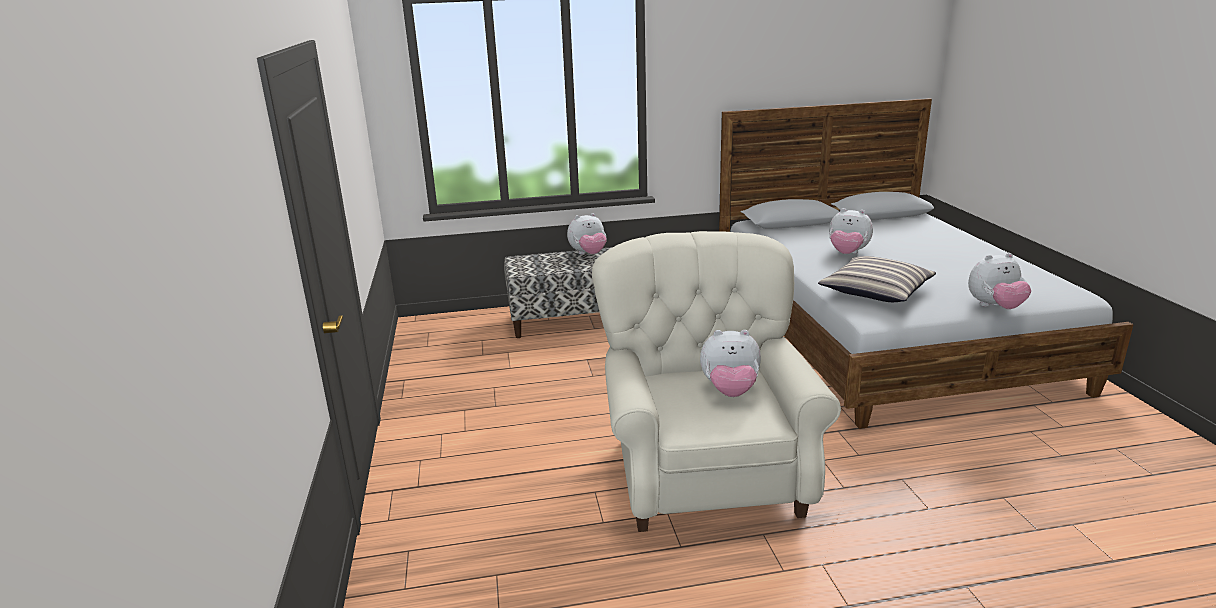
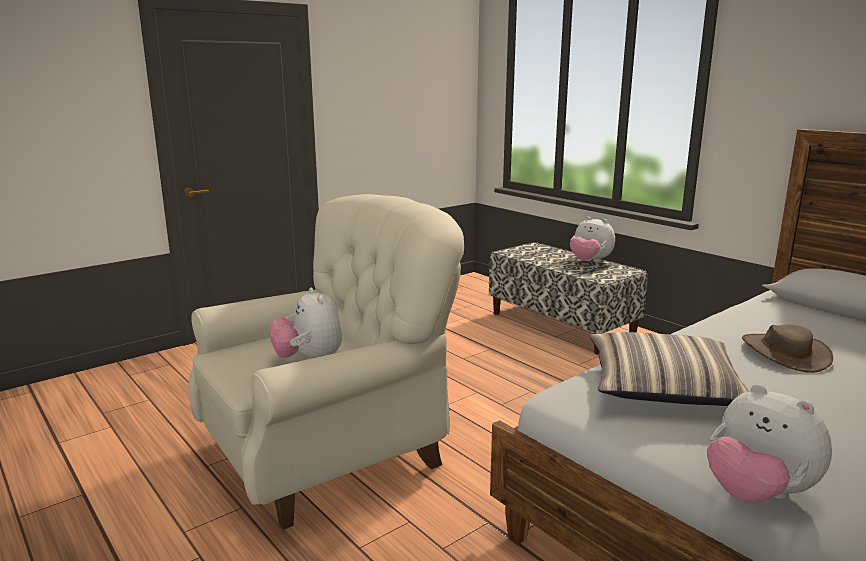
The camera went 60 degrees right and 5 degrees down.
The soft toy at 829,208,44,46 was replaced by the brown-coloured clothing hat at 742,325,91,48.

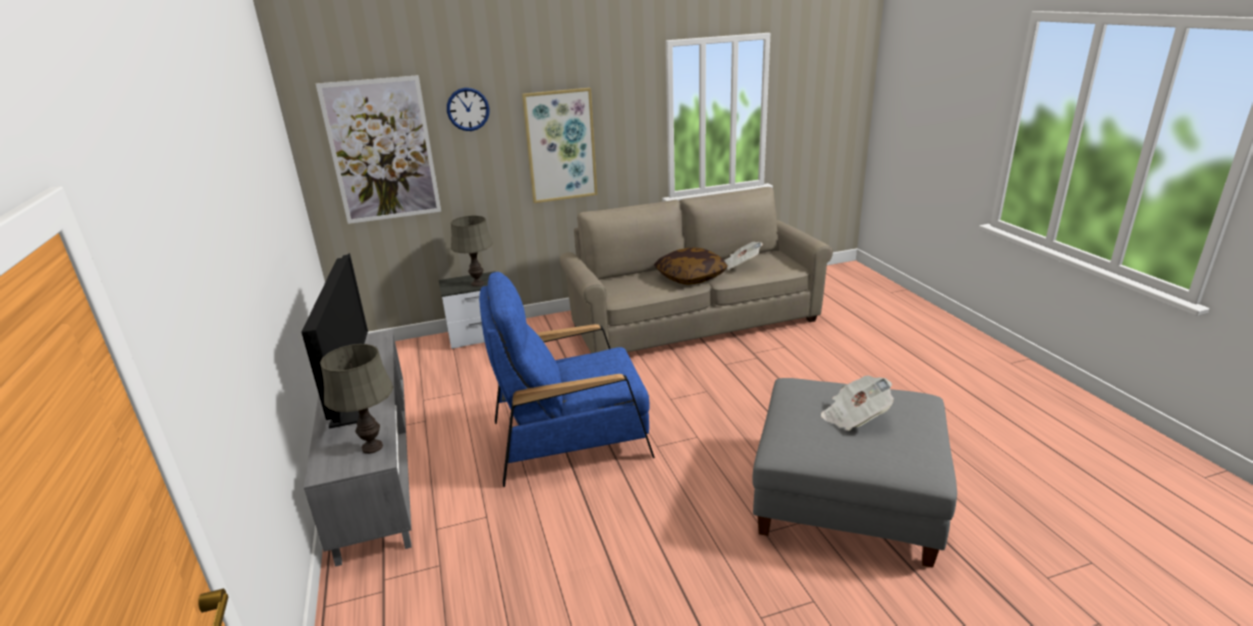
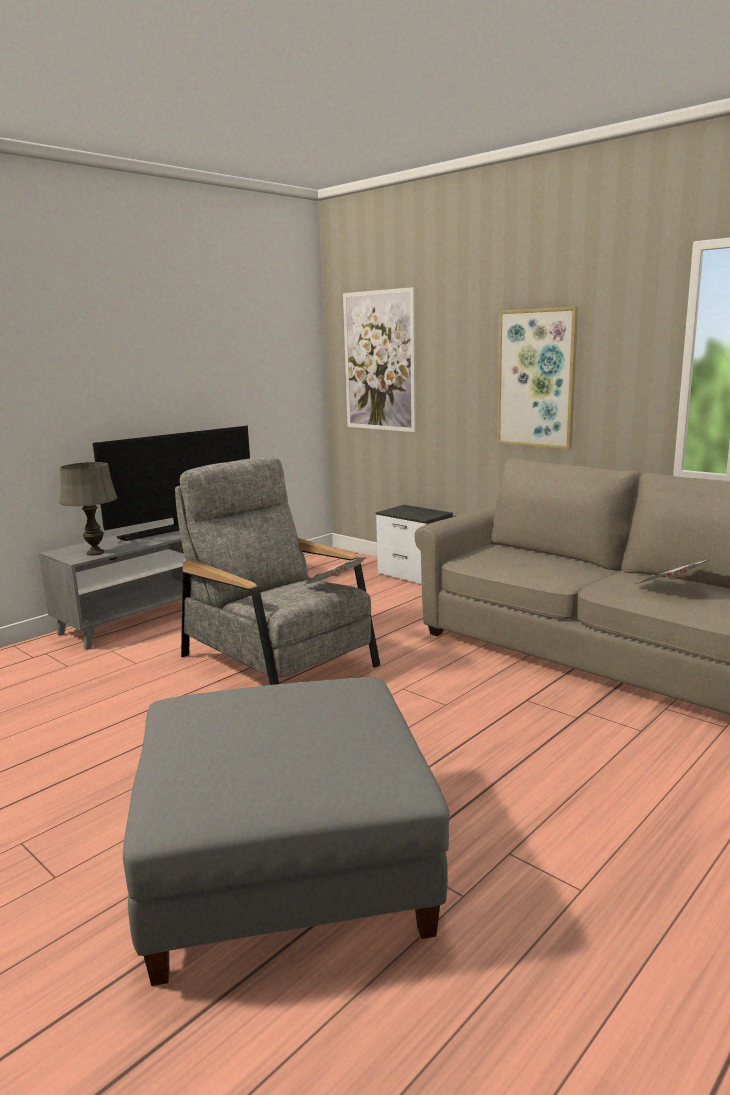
The camera went 60 degrees right and 10 degrees down.
The hanging clock at 447,88,42,43 disappeared.
The grey lamp for a table at 451,215,42,72 disappeared.
The cushion at 654,247,74,38 disappeared.
The bluish armchair at 479,272,176,215 became the grey armchair at 175,457,205,228.
The newspaper moved from 821,376,73,55 to 304,557,63,28.

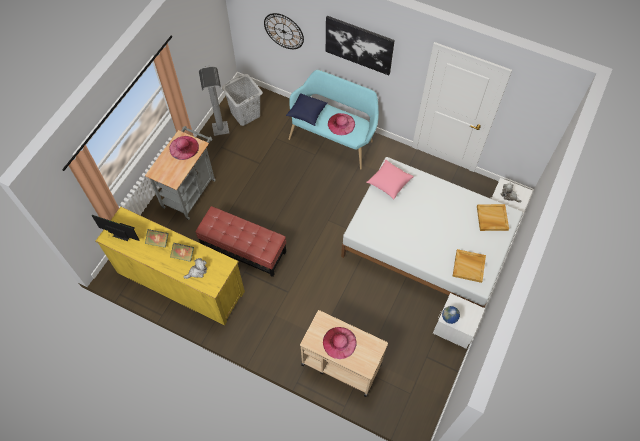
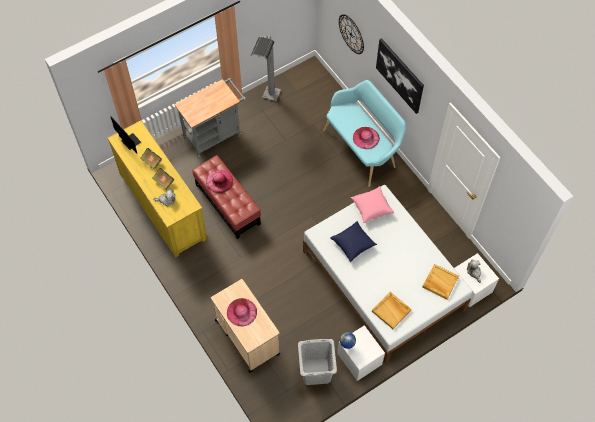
The camera went 30 degrees right and 0 degrees up.
The grey washing basket moved from 221,74,42,52 to 298,339,39,46.
The bluish cushion moved from 286,93,42,33 to 330,221,47,41.
The pink clothing hat moved from 169,136,30,24 to 206,170,27,23.

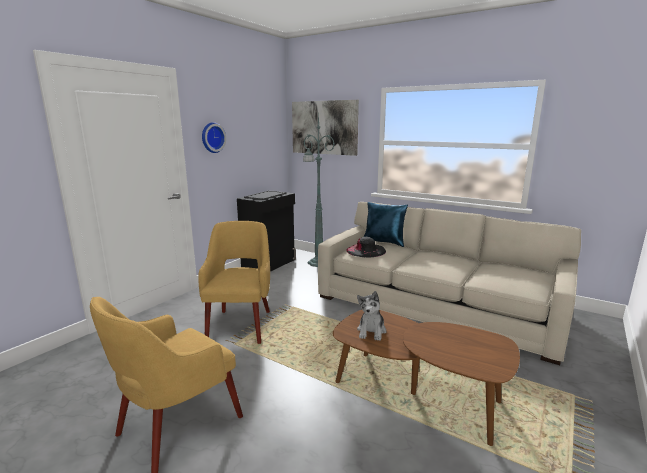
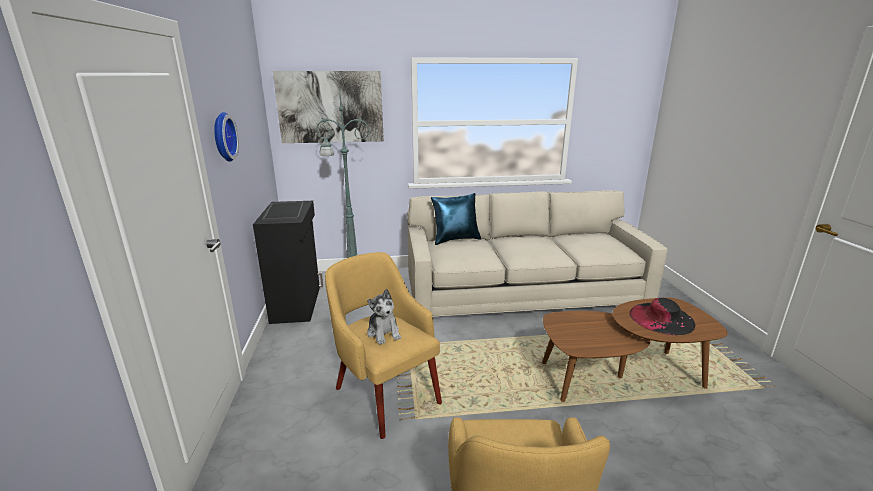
The camera went 40 degrees left and 5 degrees up.
The black-coloured clothing hat moved from 346,237,40,20 to 629,298,66,37.
The soft toy moved from 357,291,29,50 to 367,289,34,56.

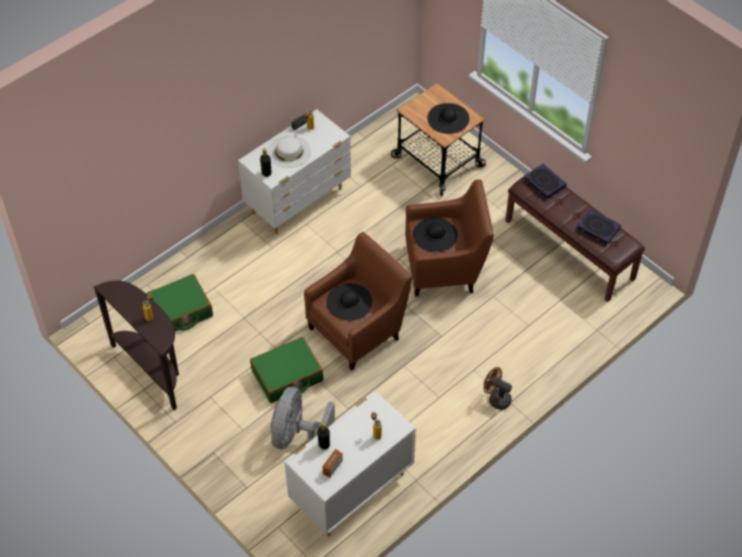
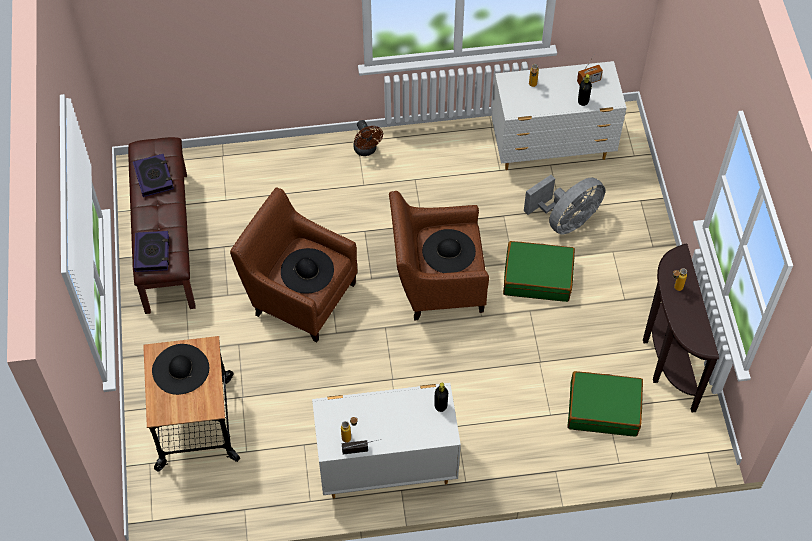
The camera went 145 degrees left and 5 degrees up.
The white-coloured clothing hat at 267,135,44,33 disappeared.

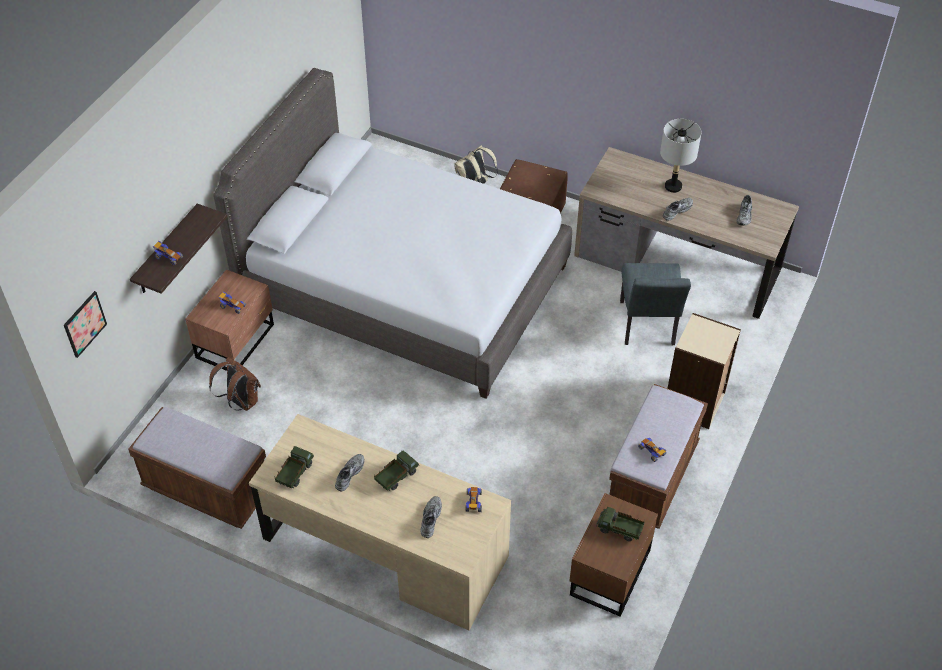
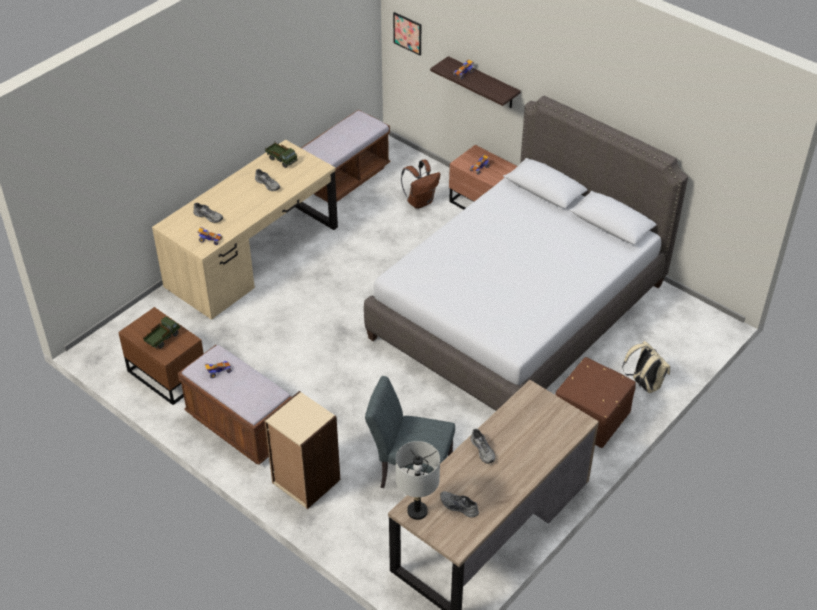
The camera went 105 degrees right and 5 degrees down.
The grey lamp for a table moved from 660,119,41,74 to 396,441,44,79.
The model truck at 374,451,45,40 disappeared.

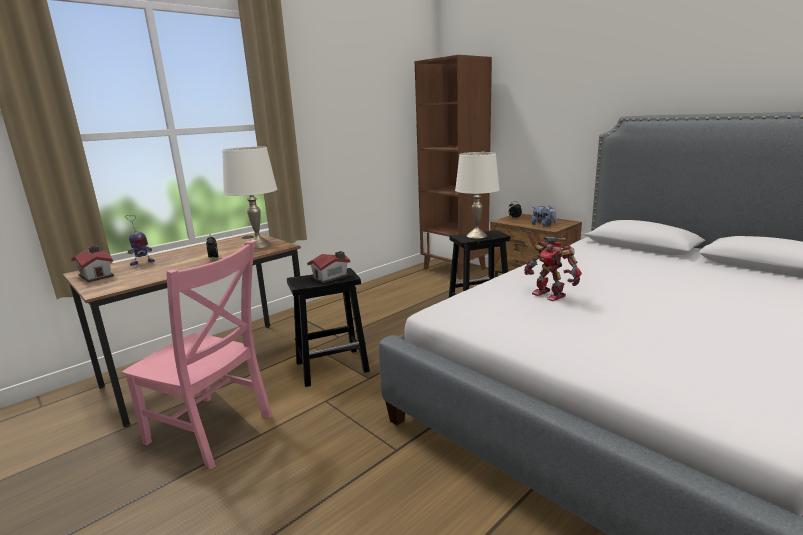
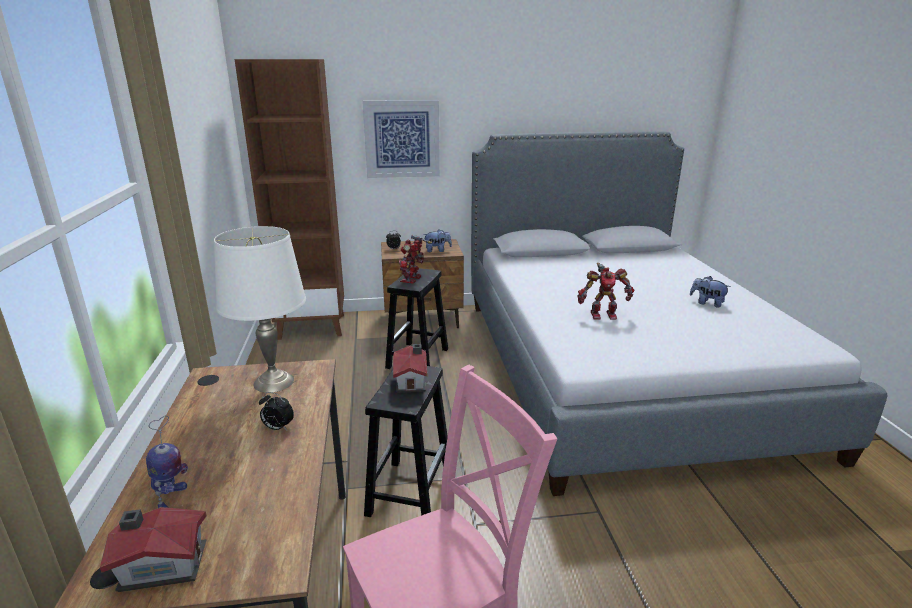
The camera went 55 degrees left and 5 degrees up.
The white-coloured lamp for a table at 455,152,45,87 was replaced by the toy robot at 399,235,33,49.
The wall art at 362,100,78,78 appeared.
The soft toy at 690,276,41,32 appeared.

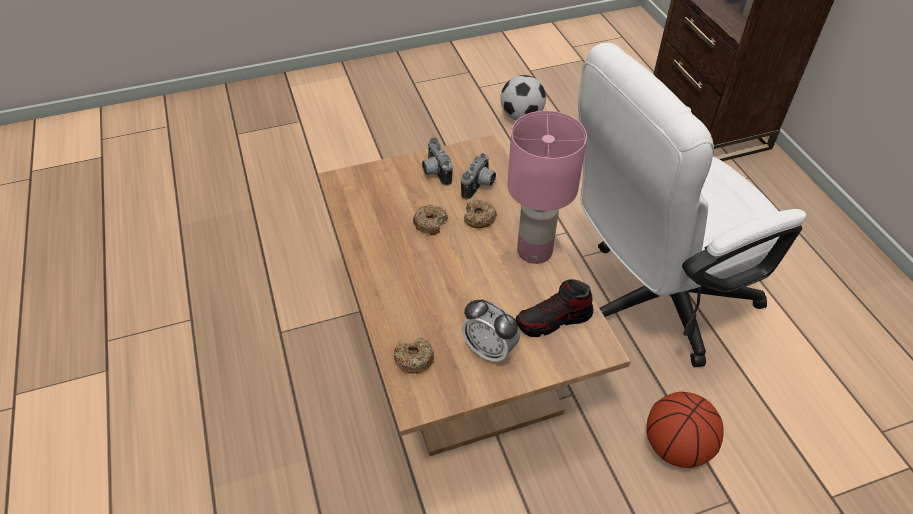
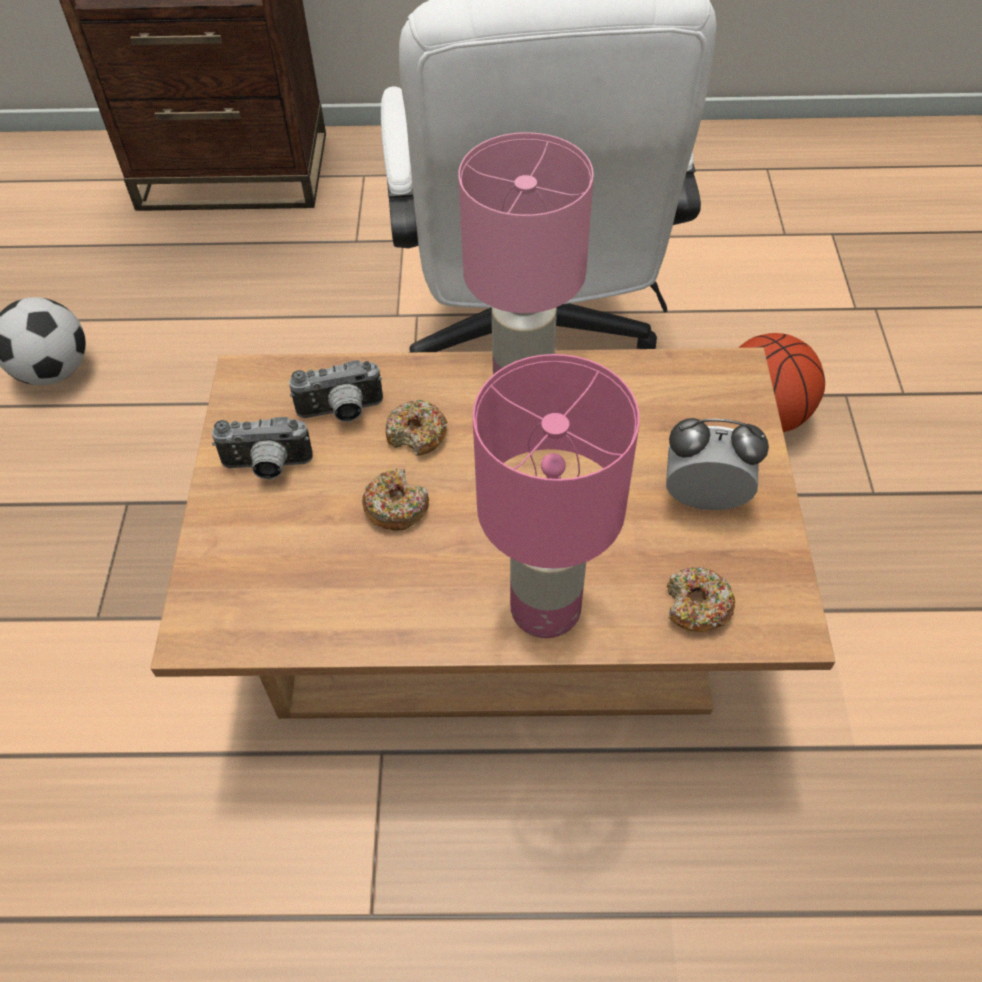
The camera went 70 degrees left and 5 degrees up.
The still camera at 461,153,35,47 turned 120 degrees clockwise.
The shoe at 515,279,78,58 disappeared.
The alarm clock at 462,300,58,64 turned 135 degrees counterclockwise.
The pink lamp for a table at 473,354,167,284 appeared.

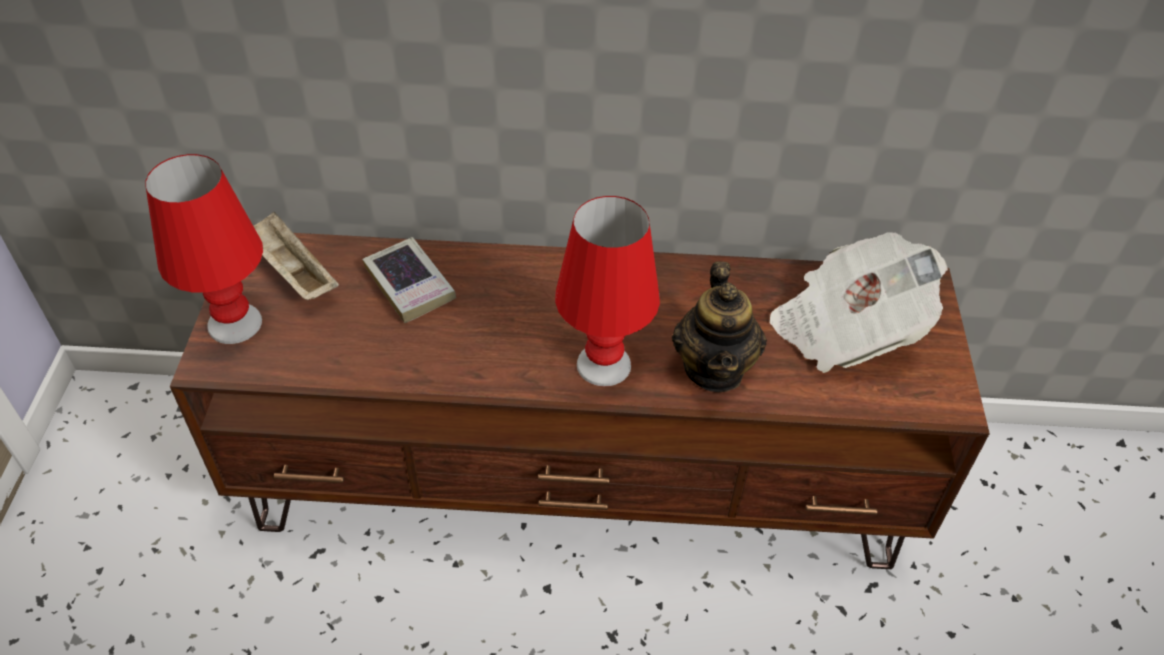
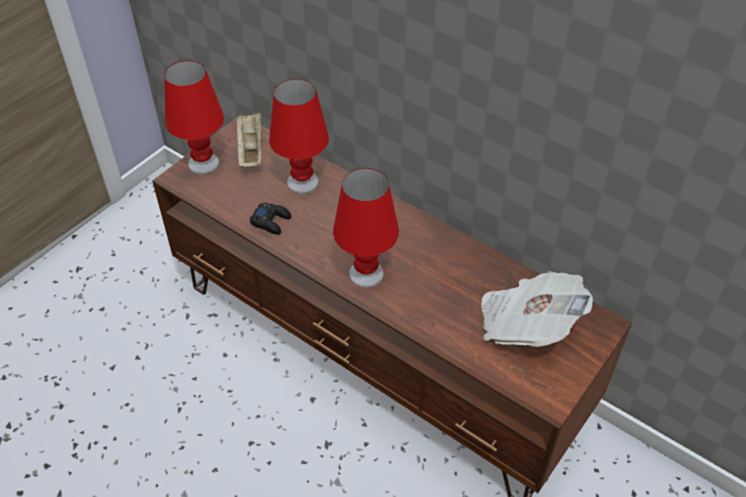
The camera went 35 degrees right and 0 degrees up.
The book at 362,237,94,86 was replaced by the reddish lamp for a table at 269,79,60,115.
The teapot at 672,261,95,131 disappeared.
The black-coloured joypad at 249,203,42,32 appeared.

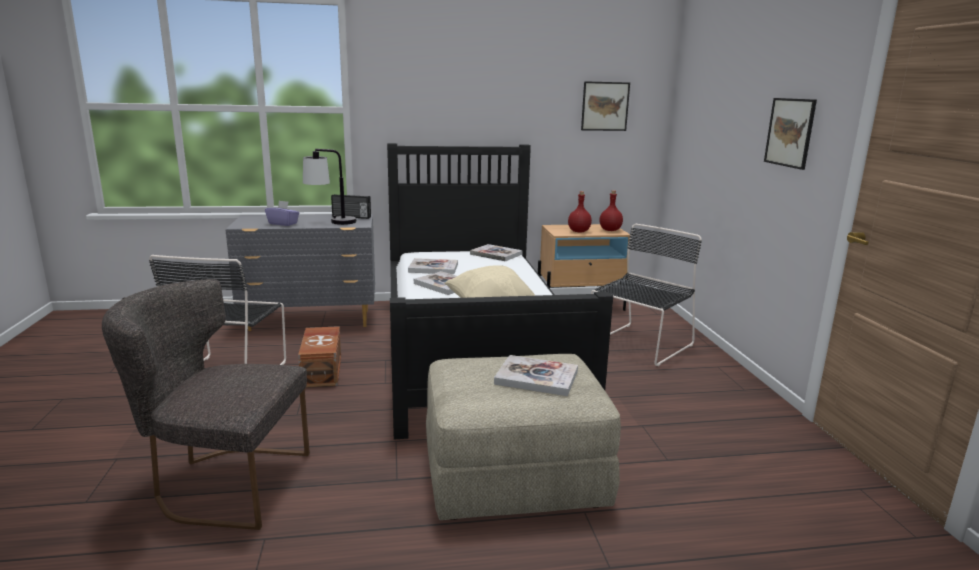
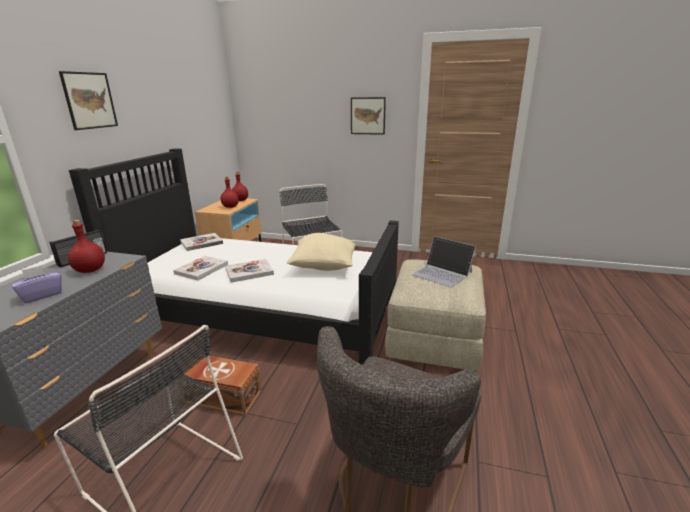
The camera went 65 degrees left and 5 degrees up.
The wall art moved from 581,81,49,50 to 59,71,59,59.
The lamp for a table at 303,149,53,76 was replaced by the reddish drink bottle at 68,220,37,53.
The book at 494,355,84,41 was replaced by the laptop at 411,236,65,52.

